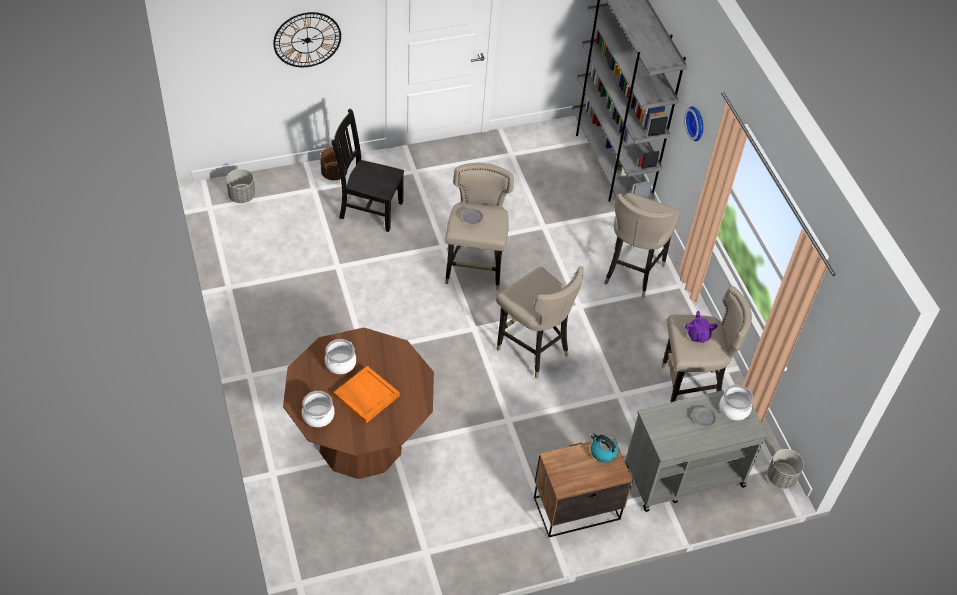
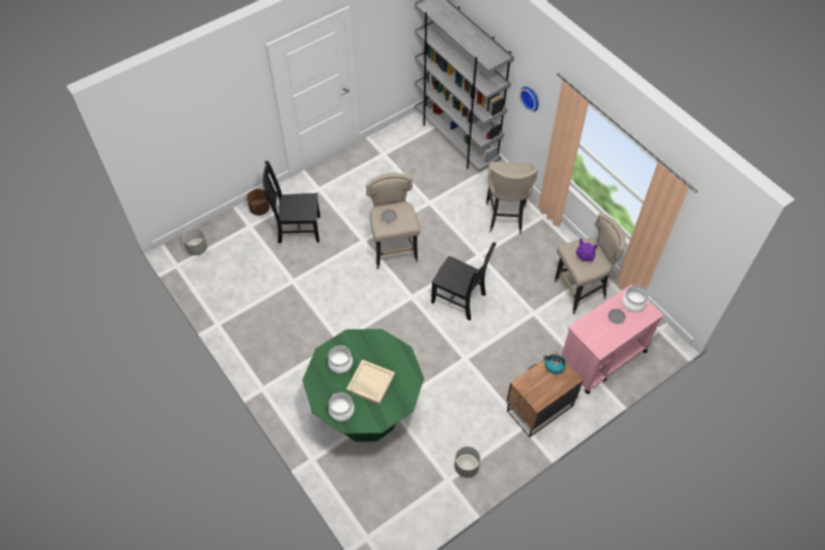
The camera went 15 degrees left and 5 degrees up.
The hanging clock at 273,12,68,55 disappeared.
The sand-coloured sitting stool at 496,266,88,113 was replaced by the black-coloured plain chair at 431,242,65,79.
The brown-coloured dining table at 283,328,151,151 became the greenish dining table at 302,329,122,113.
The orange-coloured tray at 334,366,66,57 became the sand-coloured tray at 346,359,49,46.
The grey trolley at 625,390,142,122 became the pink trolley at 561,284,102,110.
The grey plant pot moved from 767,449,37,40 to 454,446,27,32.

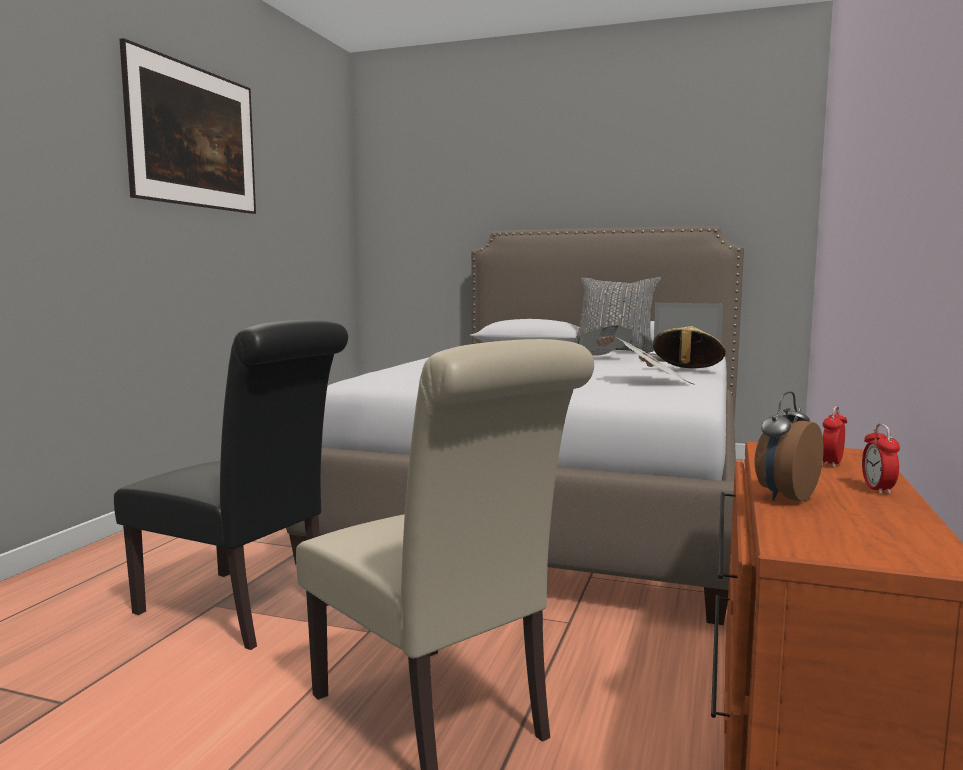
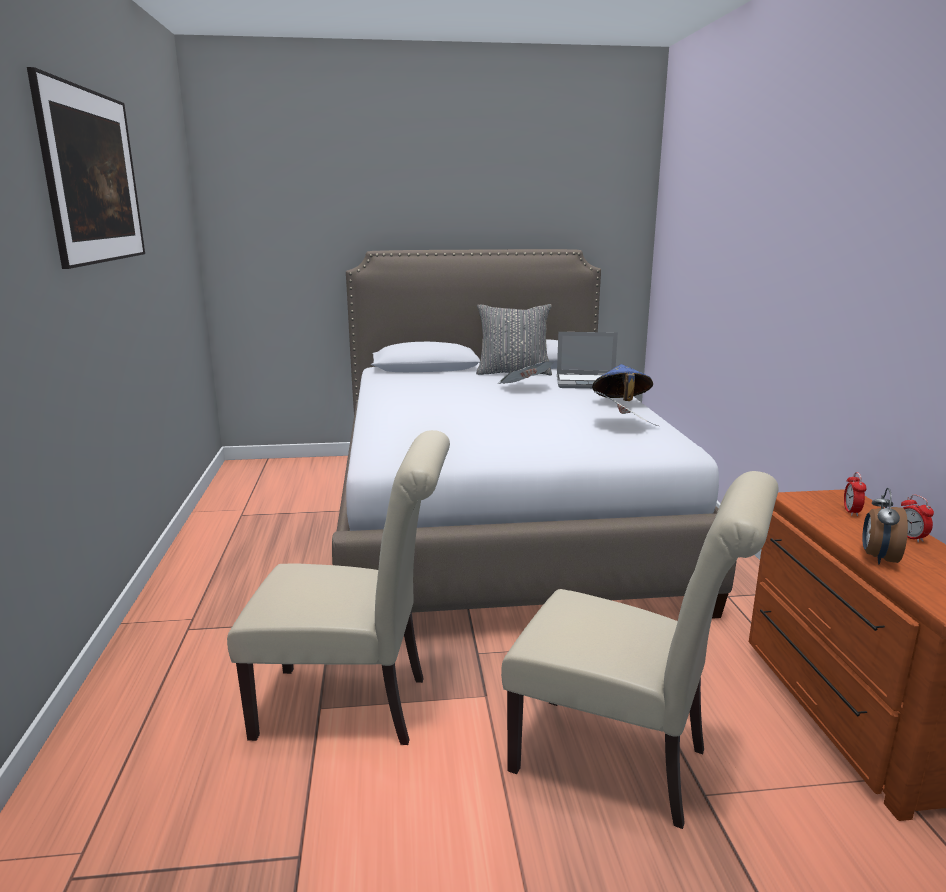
The camera went 25 degrees left and 10 degrees up.
The black-coloured plain chair at 114,320,234,330 became the sand-coloured plain chair at 227,430,223,315.
The sand-coloured clothing hat at 653,326,73,42 became the bluish clothing hat at 592,364,61,37.

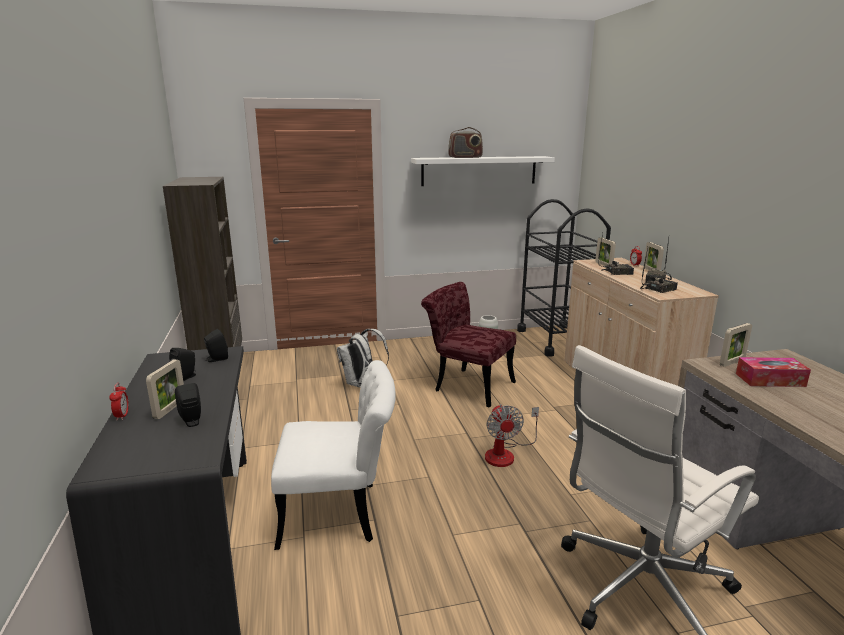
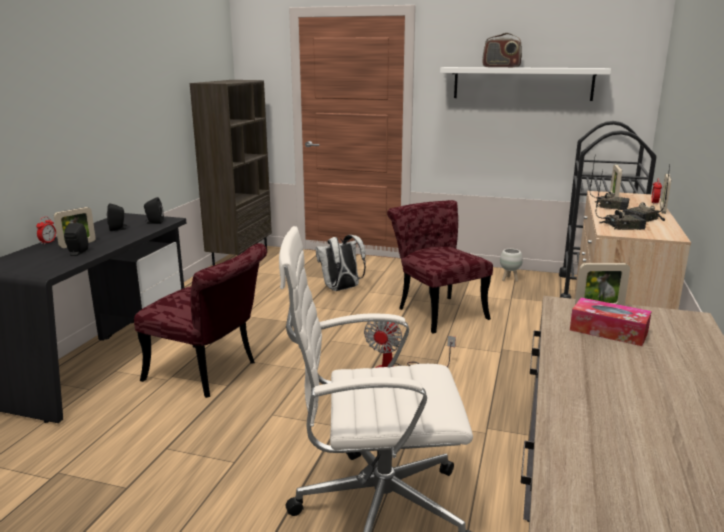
The camera went 30 degrees right and 0 degrees up.
The white-coloured plain chair at 271,360,125,190 became the reddish plain chair at 134,243,133,155.

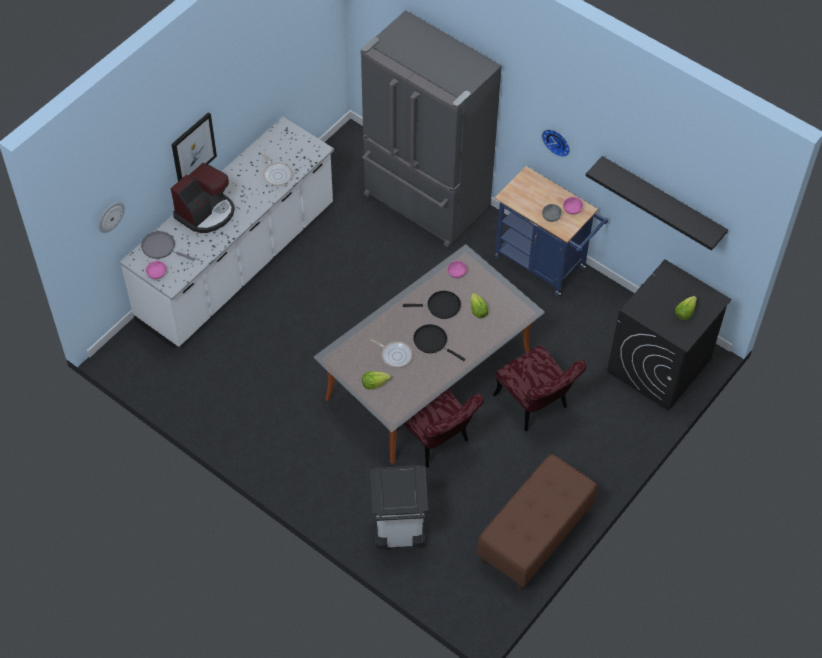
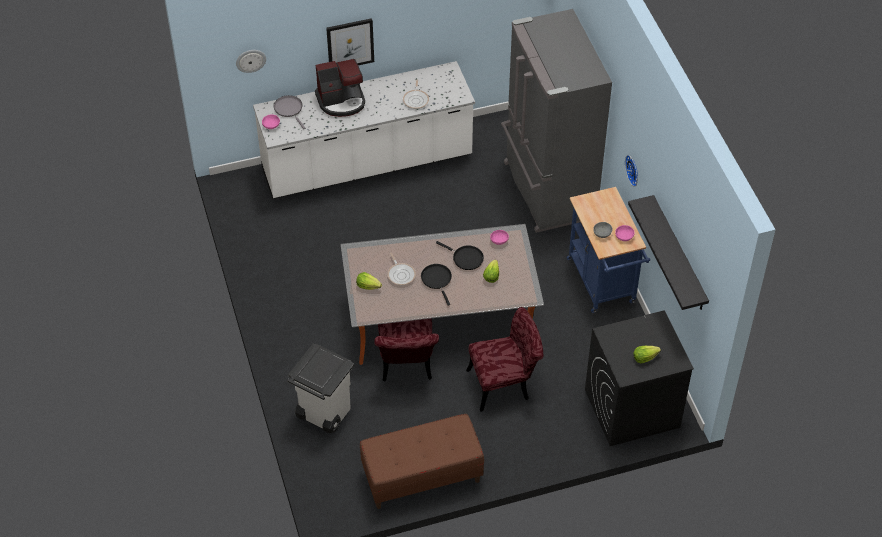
The camera went 35 degrees right and 5 degrees down.
The reddish plain chair at 493,346,94,85 turned 105 degrees counterclockwise.

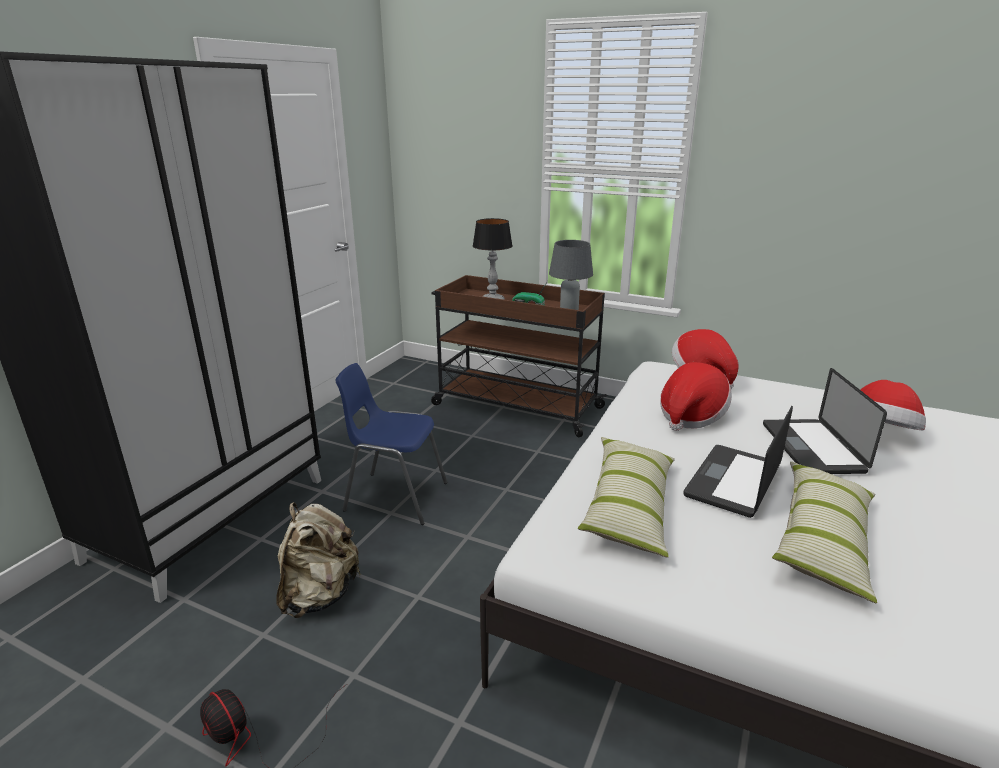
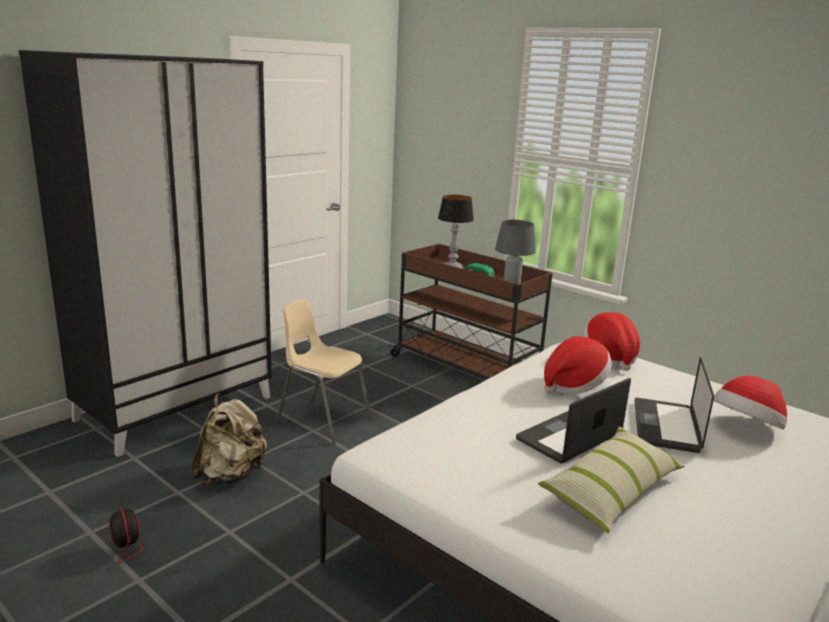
The camera went 15 degrees right and 5 degrees down.
The bluish plain chair at 335,363,112,162 became the sand-coloured plain chair at 276,300,95,144.
The cushion at 577,437,98,121 disappeared.

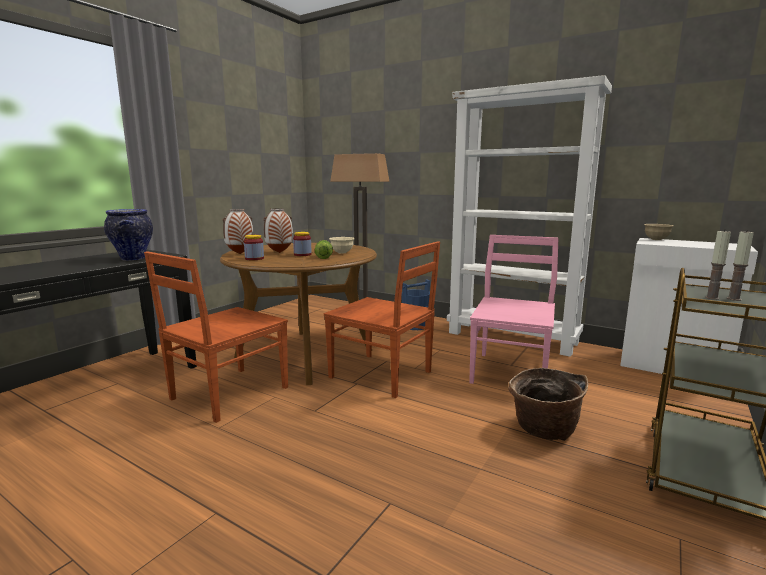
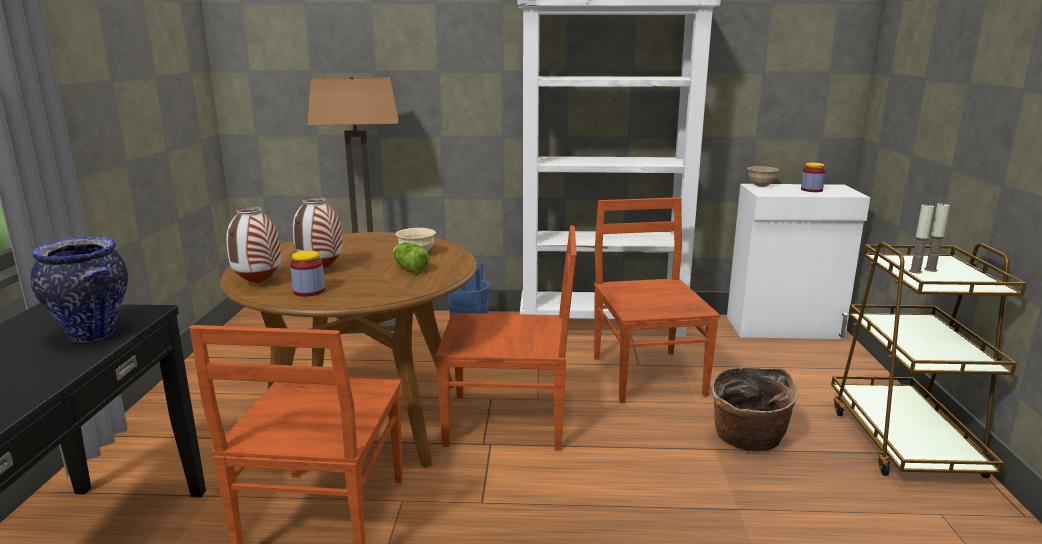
The camera went 30 degrees left and 5 degrees up.
The preserve jar moved from 293,232,19,24 to 801,163,25,29.
The pink plain chair at 469,235,90,149 became the brown-coloured plain chair at 594,197,126,206.

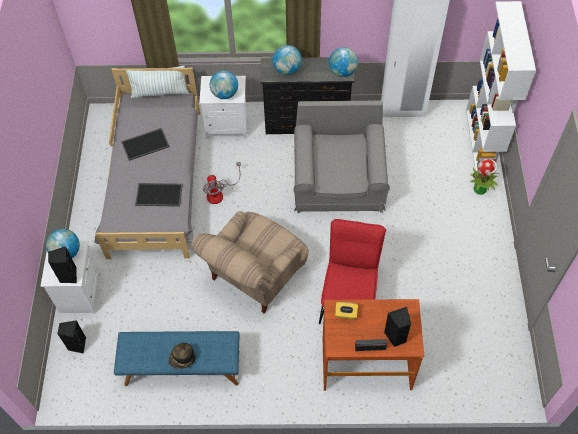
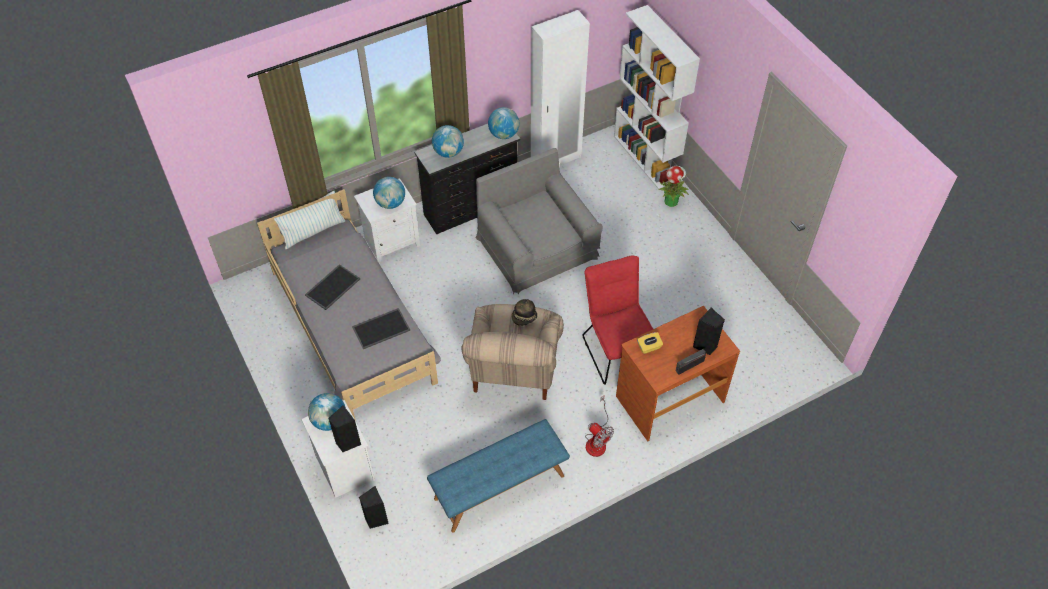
The camera went 30 degrees left and 5 degrees down.
The fan moved from 203,162,38,42 to 585,395,29,62.
The clothing hat moved from 169,343,26,26 to 511,299,26,27.

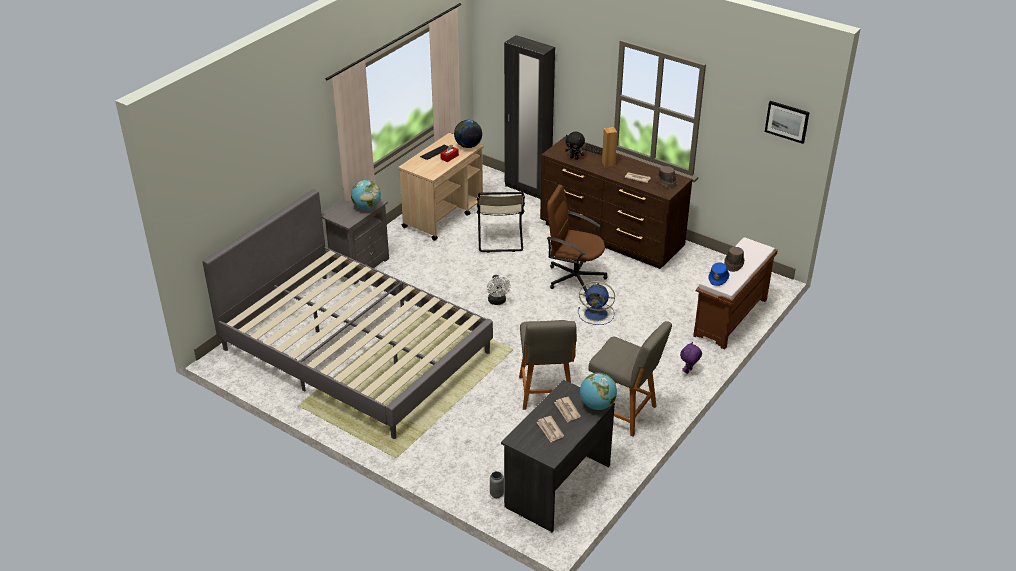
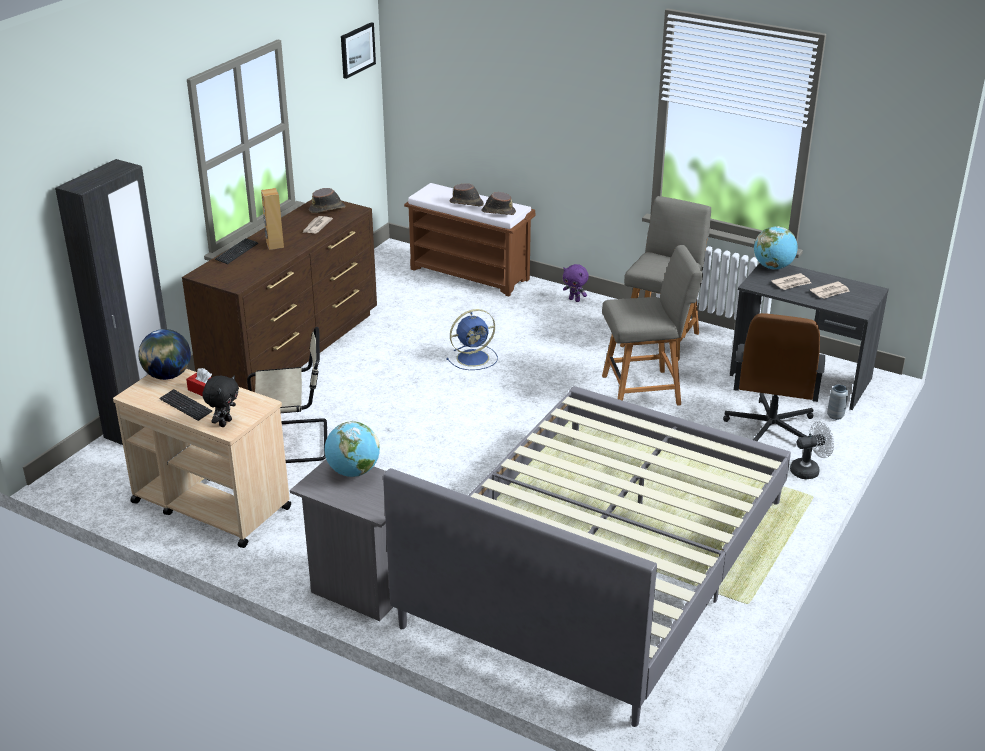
The camera went 95 degrees left and 5 degrees down.
The black-coloured soft toy moved from 565,132,20,28 to 202,376,37,51.
The brown-coloured office chair moved from 547,185,61,111 to 723,313,102,128.
The bluish clothing hat at 708,262,22,24 became the brown-coloured clothing hat at 482,192,34,23.
The white-coloured fan moved from 487,275,24,30 to 790,421,44,58.
The bluish fan at 578,281,37,44 turned 60 degrees clockwise.

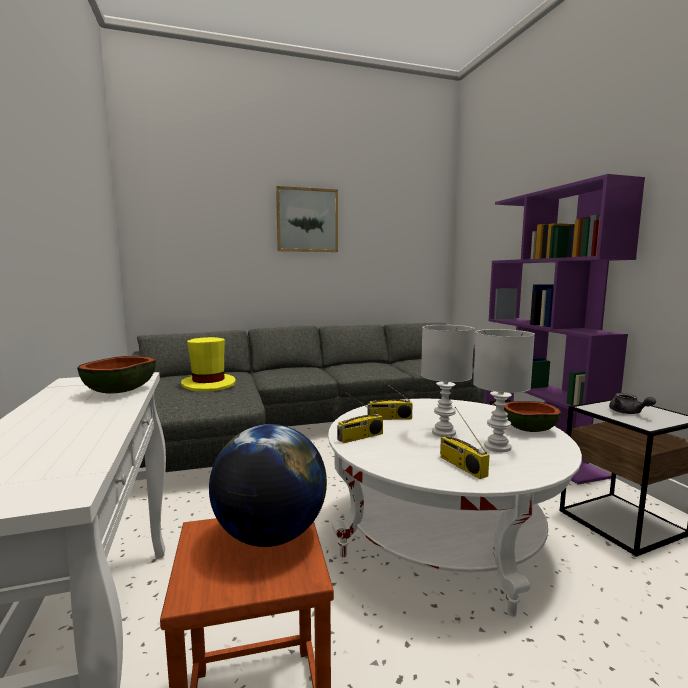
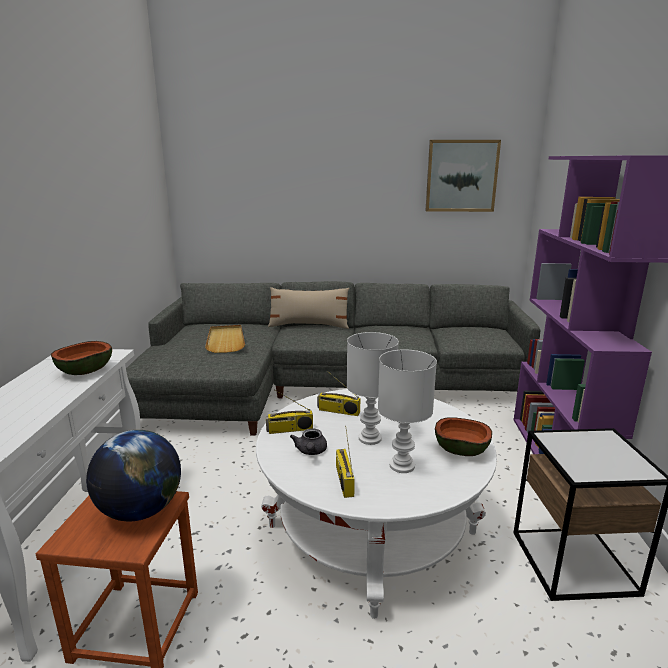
The camera went 20 degrees right and 10 degrees up.
The wall art moved from 276,186,62,66 to 425,140,76,72.
The yellowish clothing hat at 181,337,55,55 was replaced by the sand-coloured tray at 205,325,40,28.
The grey teapot moved from 609,393,47,21 to 290,428,37,27.
The sand-coloured cushion at 268,287,81,42 appeared.

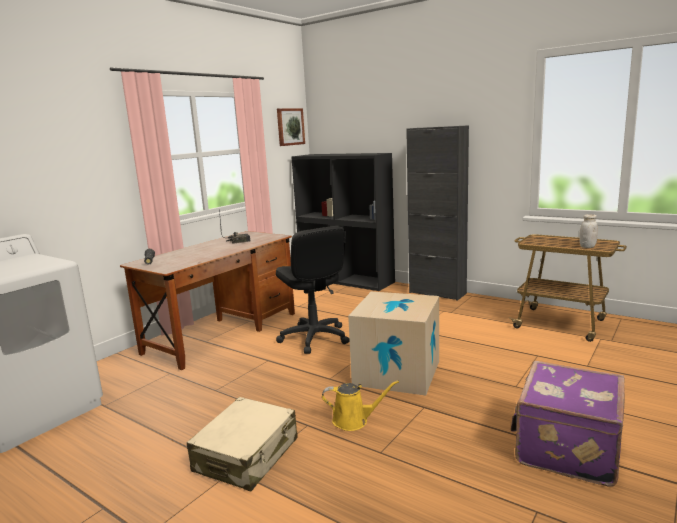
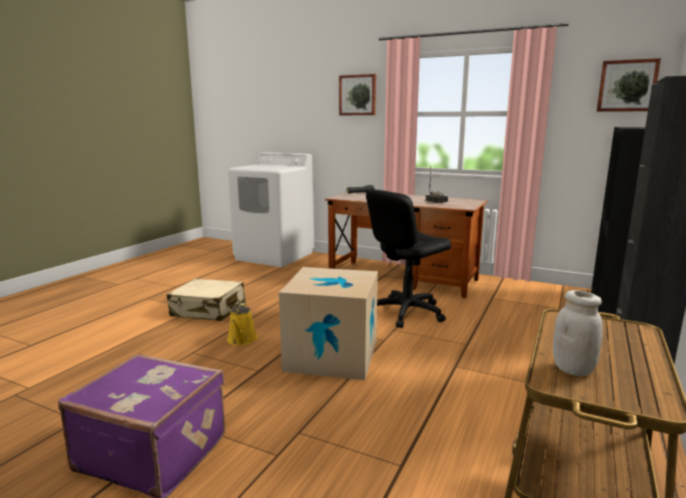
The camera went 80 degrees right and 0 degrees up.
The wall art at 339,74,37,41 appeared.

